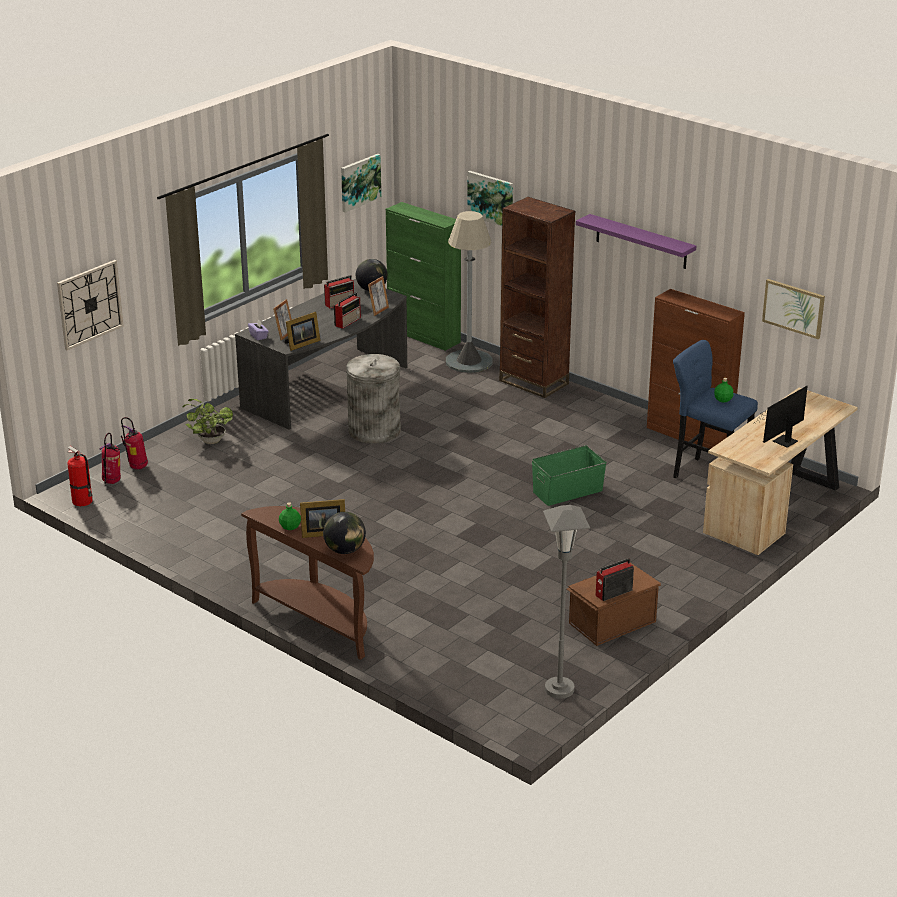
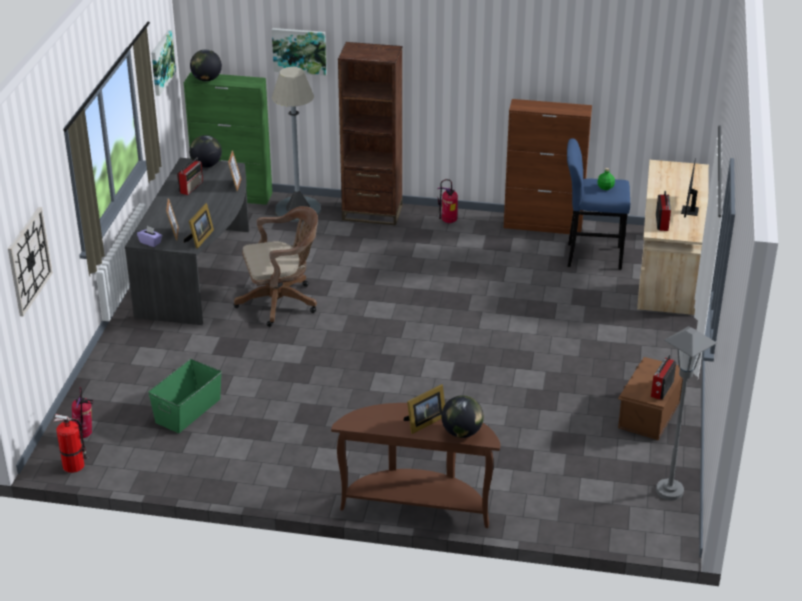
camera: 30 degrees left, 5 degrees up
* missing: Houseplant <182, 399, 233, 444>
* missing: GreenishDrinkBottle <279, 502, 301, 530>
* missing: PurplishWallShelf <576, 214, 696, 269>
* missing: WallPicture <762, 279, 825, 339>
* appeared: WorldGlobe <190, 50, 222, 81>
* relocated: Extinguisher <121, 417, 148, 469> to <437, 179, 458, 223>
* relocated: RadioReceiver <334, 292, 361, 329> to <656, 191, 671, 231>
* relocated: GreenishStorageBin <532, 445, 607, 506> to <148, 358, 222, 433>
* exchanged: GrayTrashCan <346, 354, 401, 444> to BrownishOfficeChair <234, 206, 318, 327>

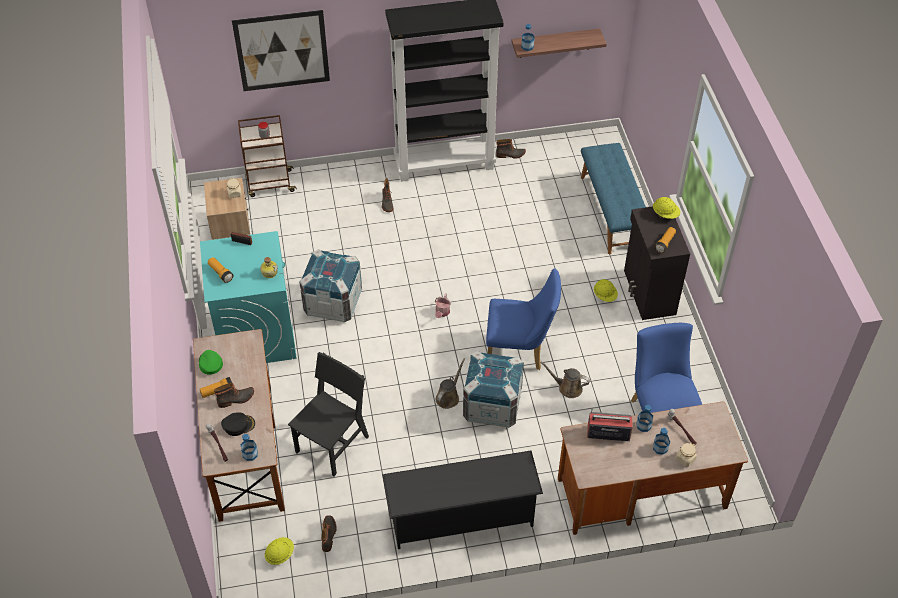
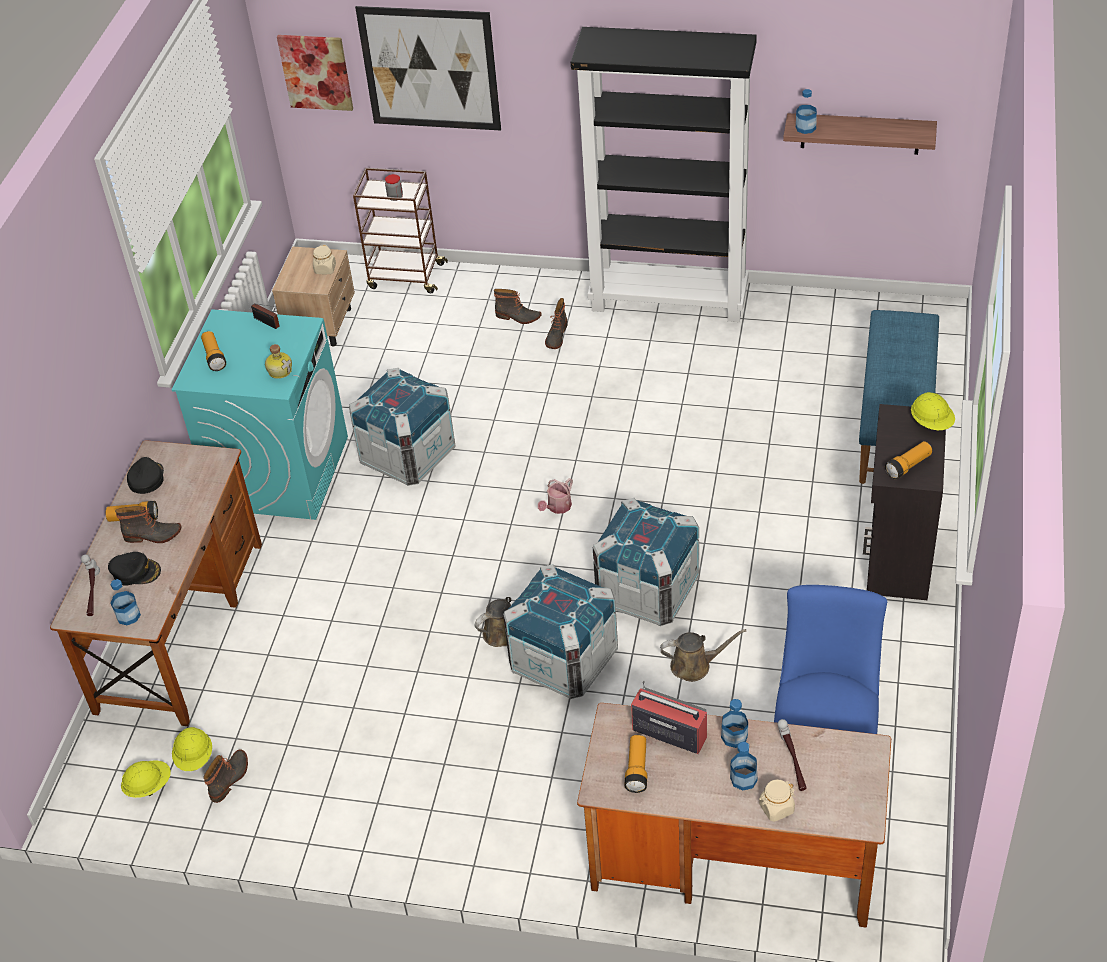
camera: 25 degrees right, 5 degrees down
* missing: BlackishPlainChair <288, 352, 369, 476>
* missing: BlackishShoeShelf <382, 451, 543, 549>
* appeared: WallPicture <277, 35, 353, 111>
* appeared: HandTorch <624, 735, 647, 793>
* relocated: Boot <496, 139, 526, 159> to <494, 289, 542, 324>
* relocated: YellowishHardHat <594, 279, 618, 302> to <172, 727, 212, 771>
* exchanged: BluePlainChair <486, 268, 561, 370> to ShippingCrate <593, 498, 699, 626>
* colour: GreenishCap <199, 350, 223, 375> to BlackishCap <127, 457, 164, 494>
* spun: BrownishSprinklingCan <540, 362, 590, 398> = <660, 629, 746, 682> 135 degrees clockwise

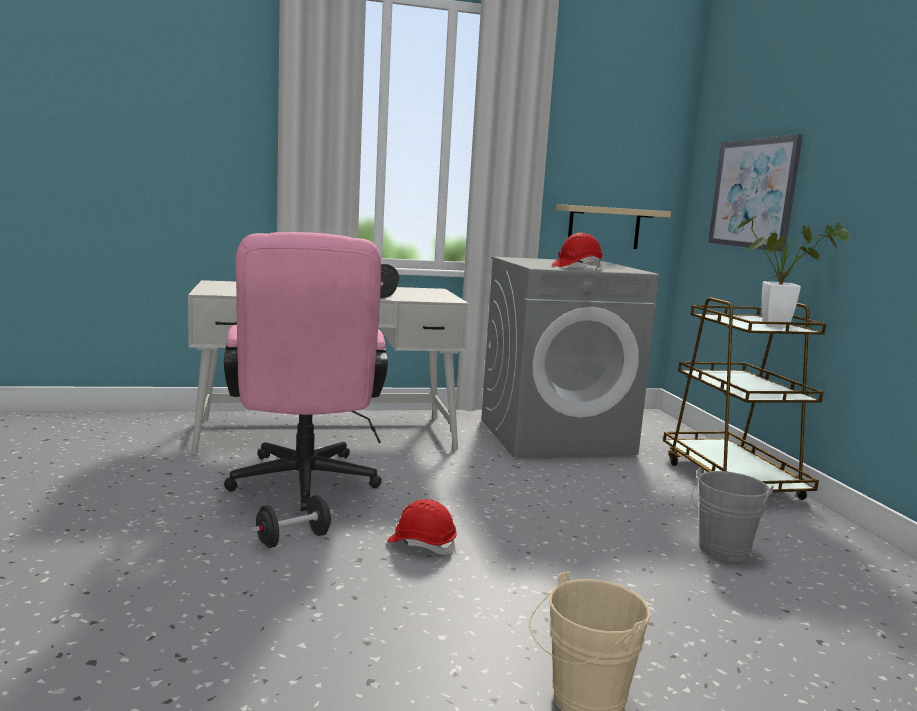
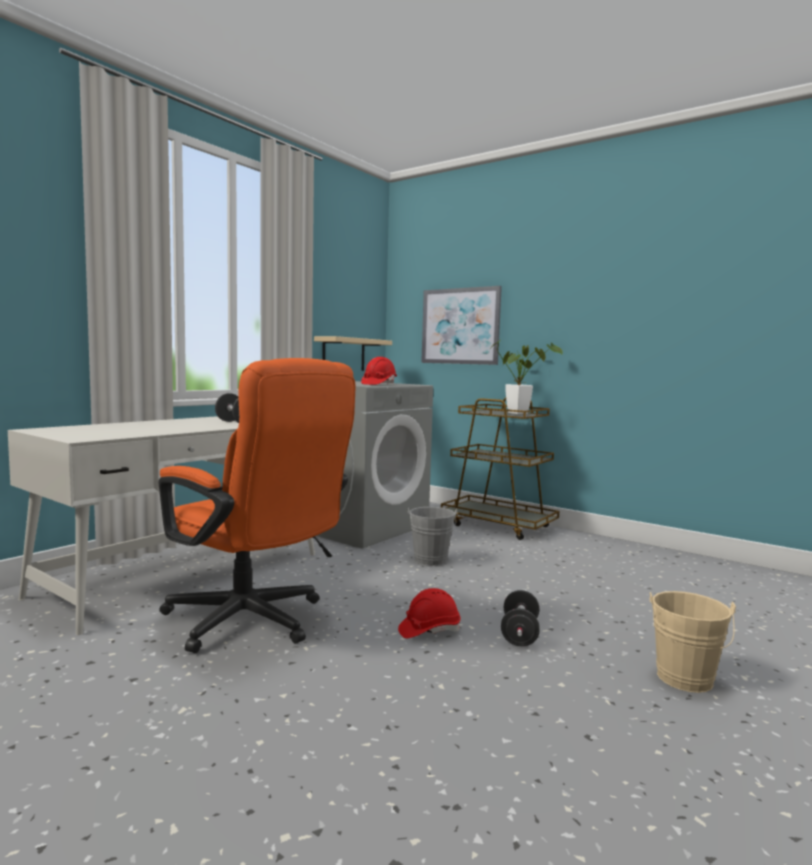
camera: 40 degrees left, 5 degrees down
* relocated: BlackishFreeWeight <251, 495, 334, 548> to <501, 590, 540, 646>
* relocated: GrayBucket <691, 467, 774, 562> to <408, 507, 457, 566>
* colour: PinkOfficeChair <224, 232, 388, 511> to OrangeOfficeChair <159, 358, 356, 653>

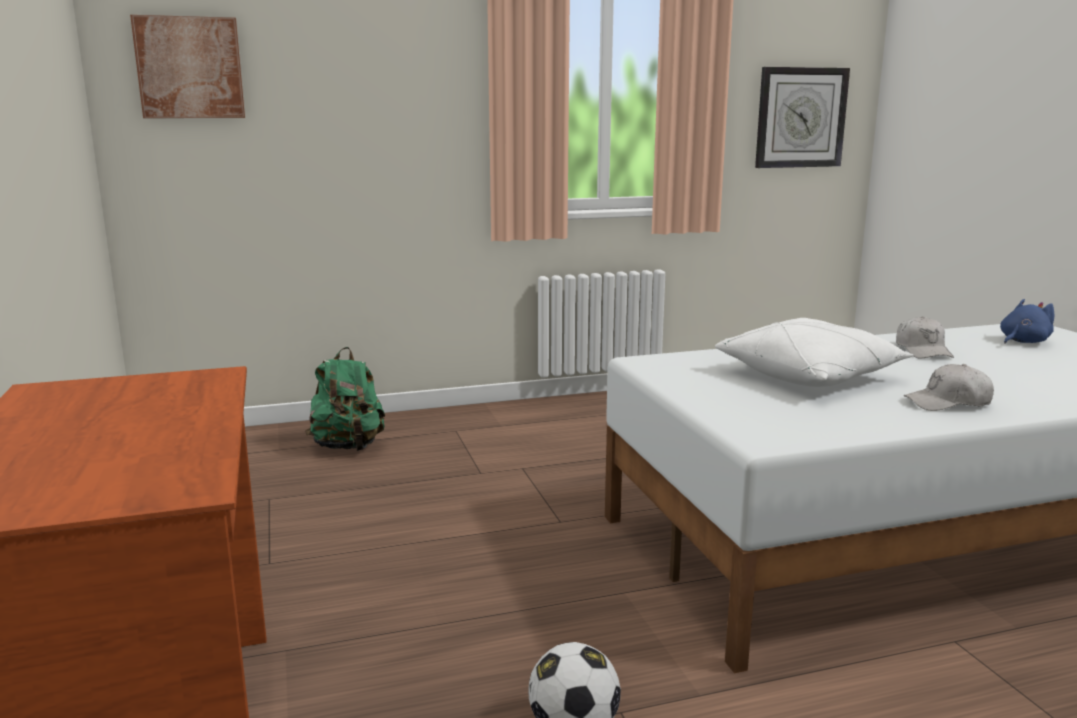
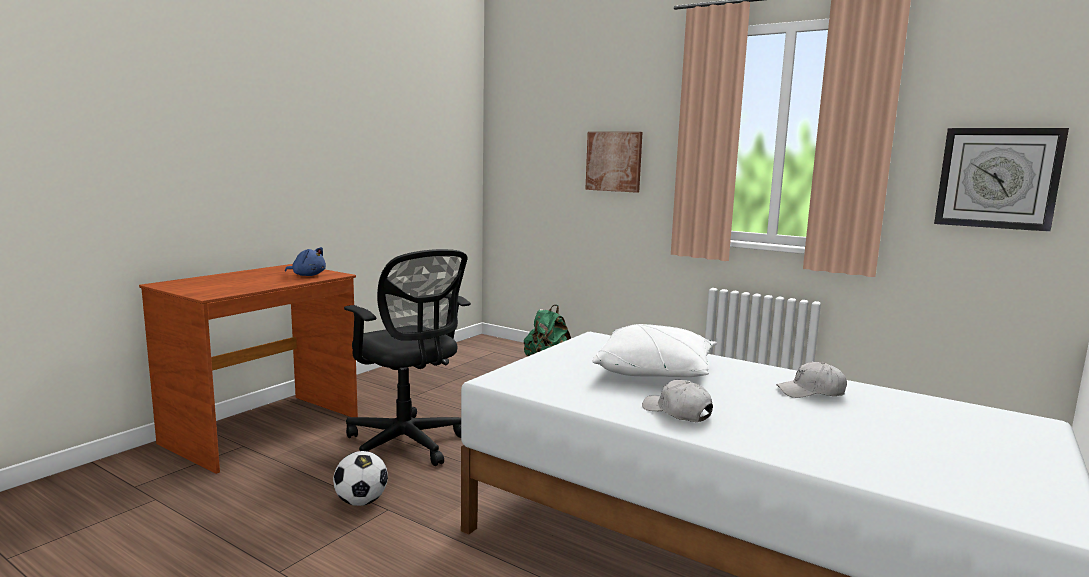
camera: 50 degrees right, 5 degrees down
* appeared: BlackishOfficeChair <344, 249, 471, 466>
* relocated: WallPicture <130, 15, 245, 118> to <585, 132, 643, 193>
* relocated: BlueSoftToy <1000, 299, 1054, 344> to <285, 247, 326, 276>
* spun: WhitishCap <896, 316, 954, 359> = <776, 361, 847, 398> 45 degrees clockwise

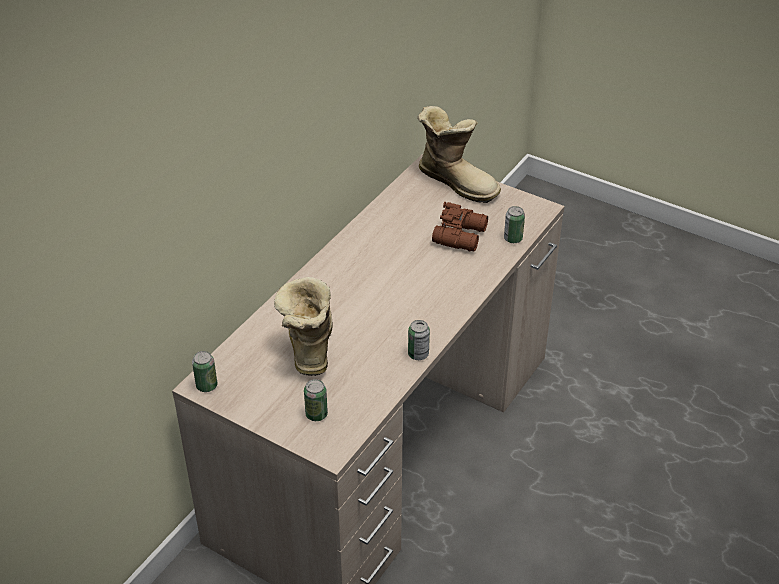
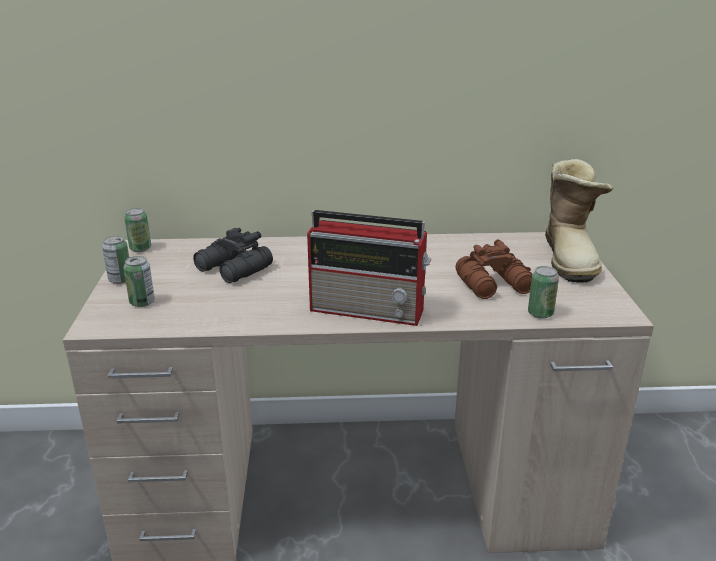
camera: 55 degrees right, 15 degrees down
* appeared: RadioReceiver <307, 210, 431, 326>
* relocated: MetalCan <408, 320, 430, 360> to <102, 236, 129, 284>
* exchanged: Boot <274, 277, 333, 376> to BlackishFieldGlasses <193, 228, 273, 283>

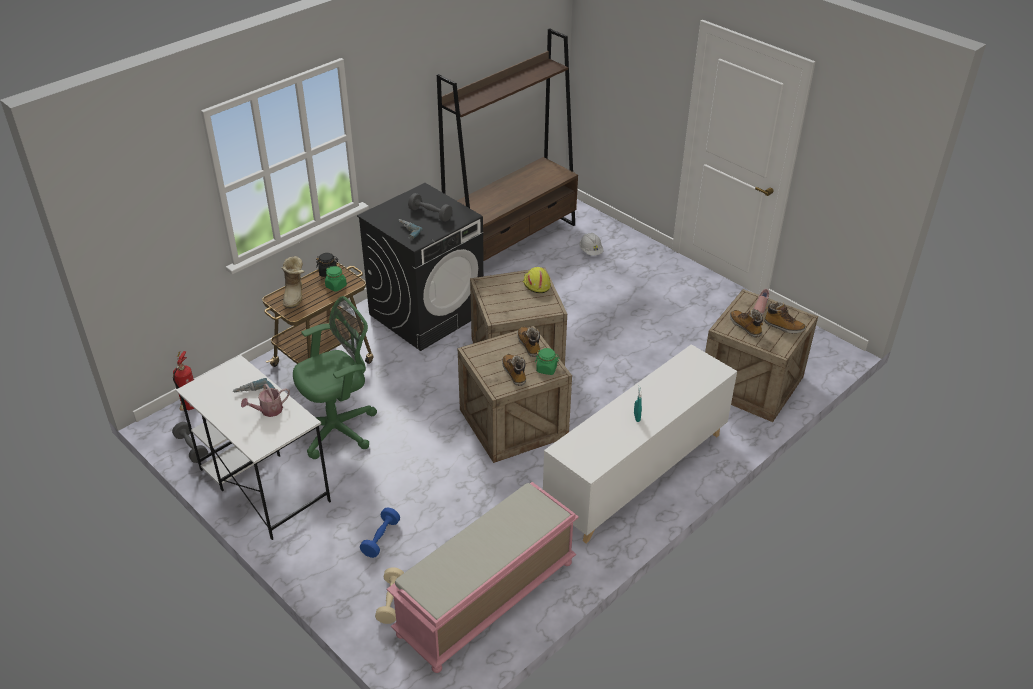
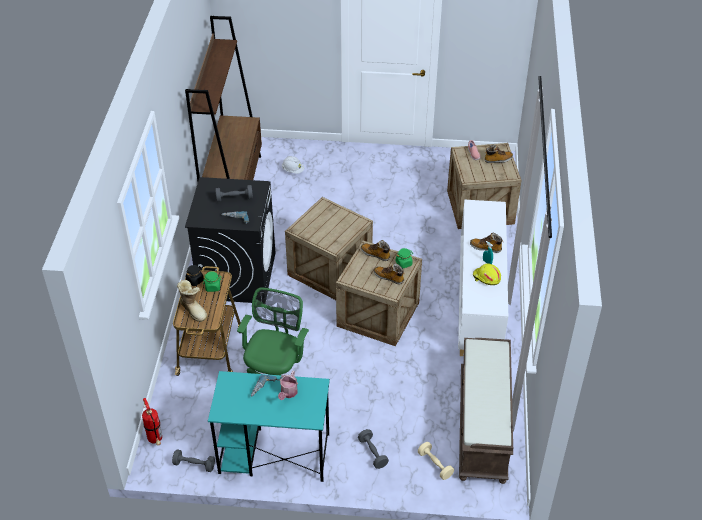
camera: 40 degrees left, 5 degrees up
* missing: BlueFreeWeight <360, 507, 400, 558>
* appeared: GrayFreeWeight <358, 429, 389, 469>
* relocated: YellowishHardHat <523, 267, 551, 293> to <473, 263, 501, 285>
* relocated: Boot <730, 309, 763, 338> to <470, 233, 503, 253>
* colour: WhitishDeskUnit <176, 355, 331, 540> to BlueGreenDeskUnit <208, 371, 330, 482>
* colour: PinkIndoorBench <386, 482, 579, 673> to BrownishIndoorBench <459, 338, 513, 484>

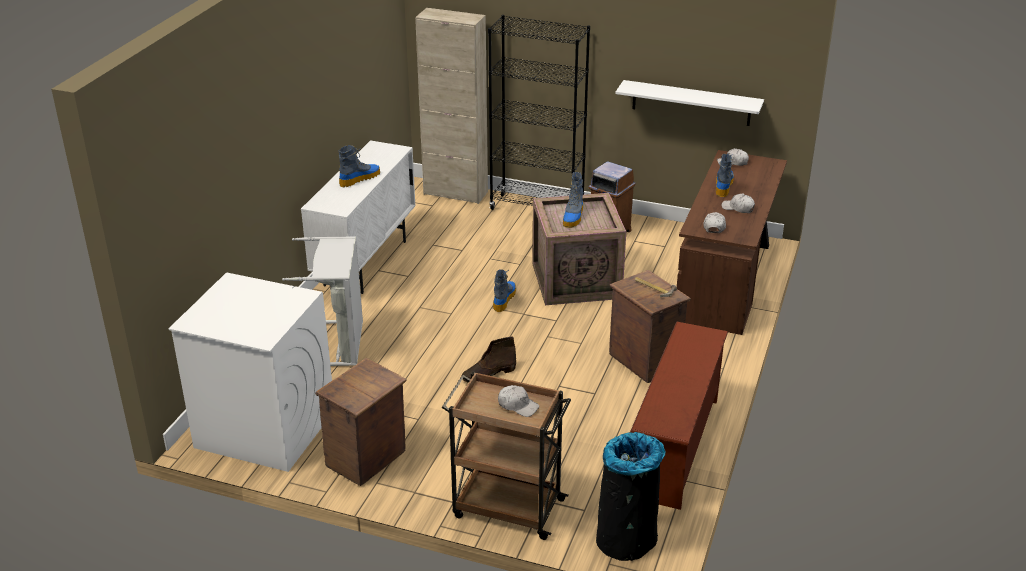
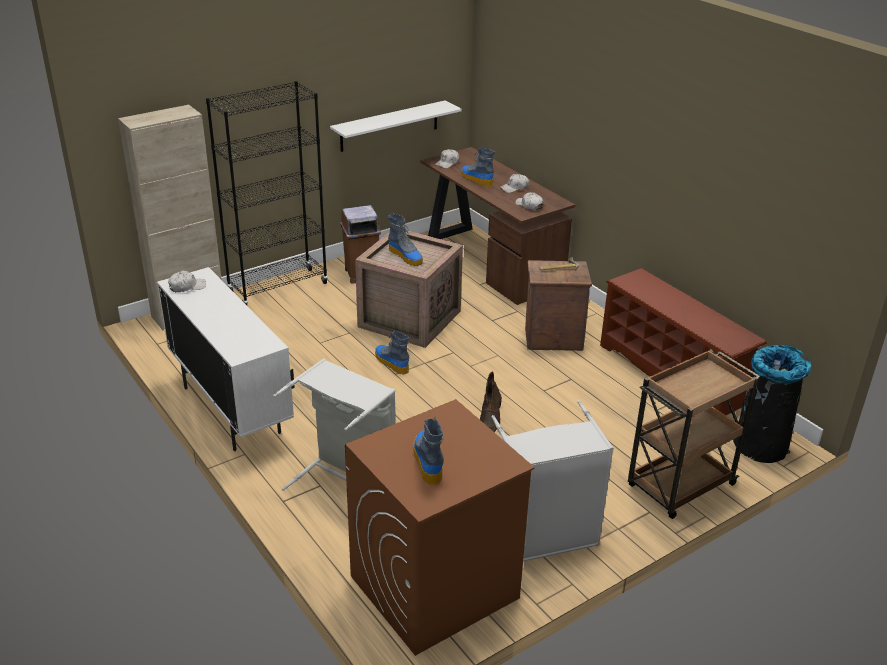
camera: 55 degrees left, 0 degrees up
* relocated: Boot <338, 145, 380, 187> to <413, 416, 444, 485>
* relocated: WhitishCap <498, 385, 540, 417> to <168, 271, 206, 292>
* exchanged: ShippingCrate <315, 358, 407, 486> to GrayWashingBasket <491, 400, 614, 562>
* colour: WhitishWashingMachine <168, 273, 332, 472> to BrownishWashingMachine <345, 399, 535, 656>

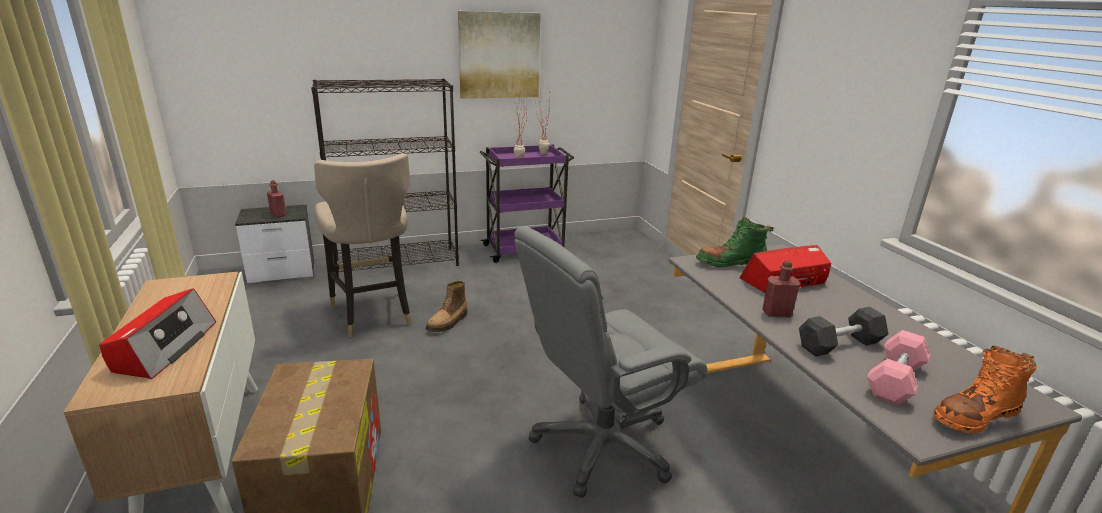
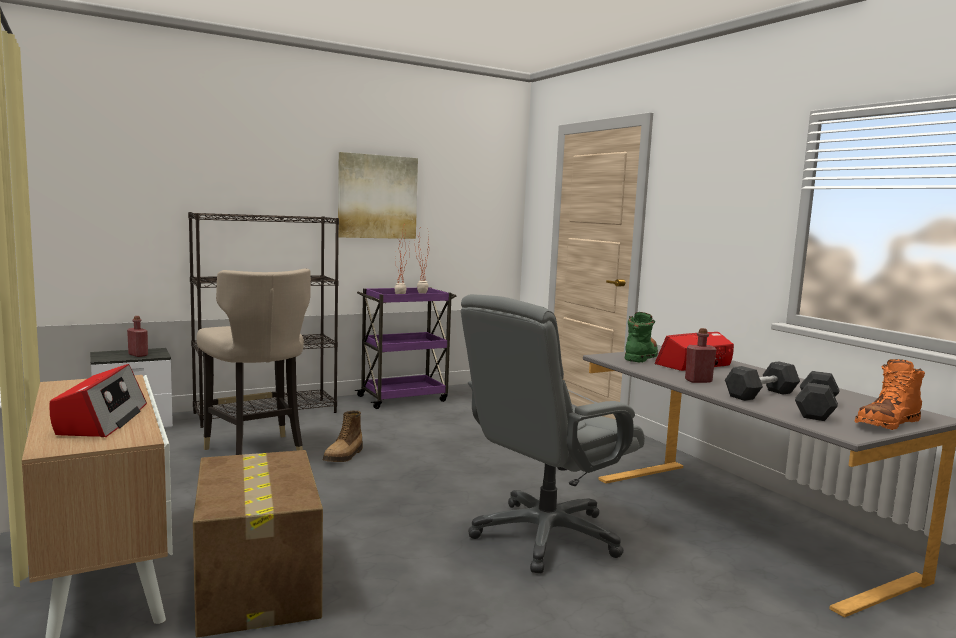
camera: 10 degrees left, 15 degrees down
* colour: PinkFreeWeight <867, 330, 931, 405> to GrayFreeWeight <795, 371, 839, 421>
* spun: GreenishBoot <696, 217, 774, 267> = <625, 312, 658, 363> 135 degrees clockwise

